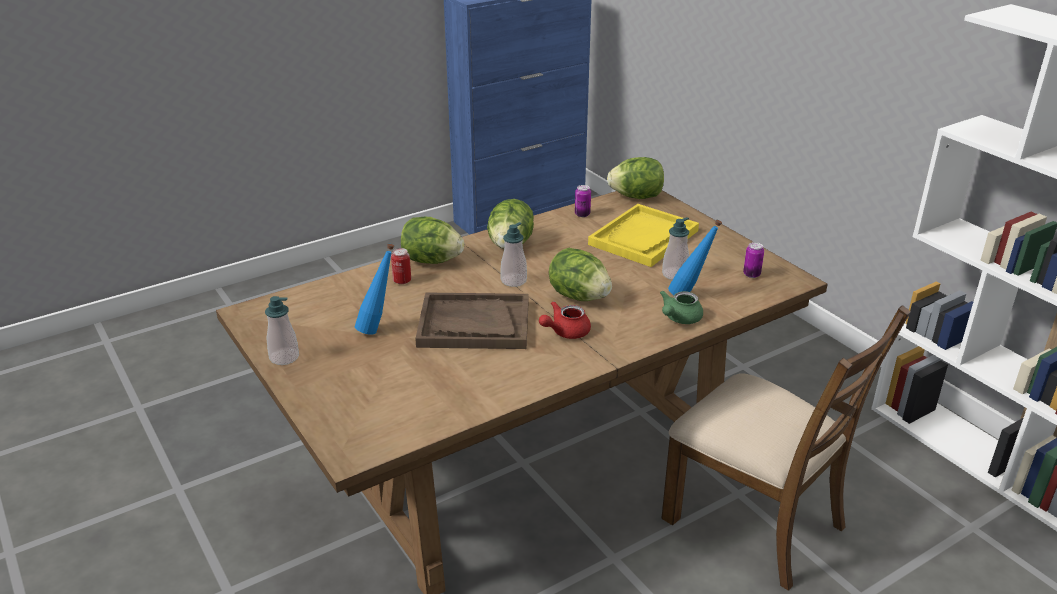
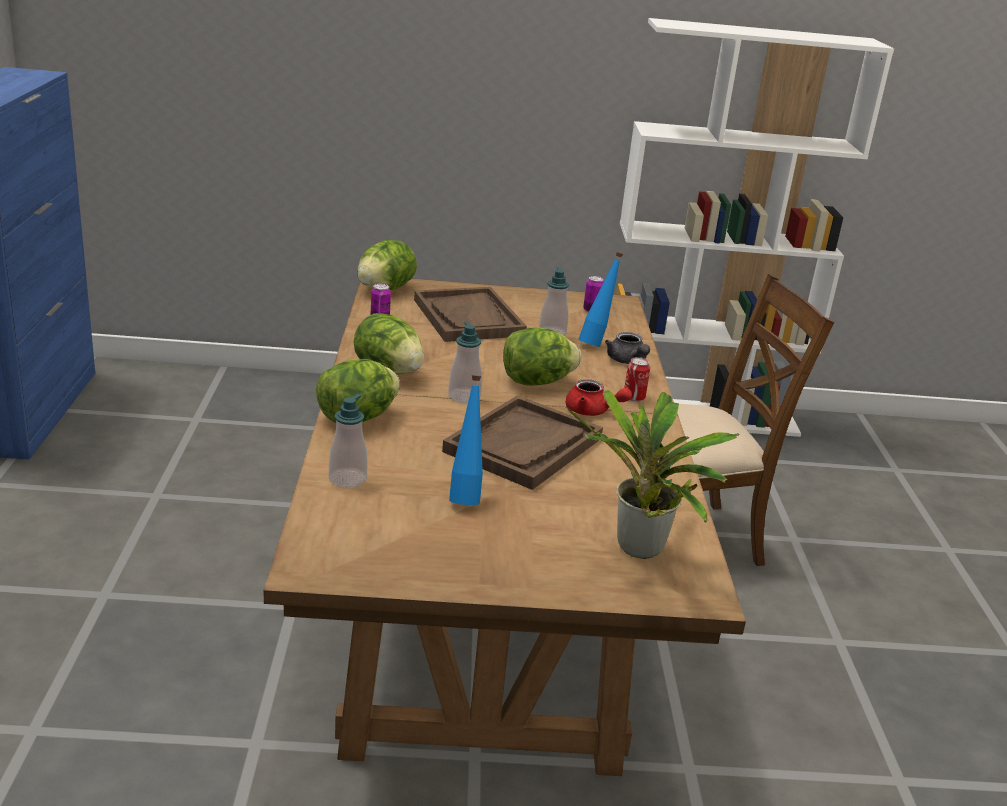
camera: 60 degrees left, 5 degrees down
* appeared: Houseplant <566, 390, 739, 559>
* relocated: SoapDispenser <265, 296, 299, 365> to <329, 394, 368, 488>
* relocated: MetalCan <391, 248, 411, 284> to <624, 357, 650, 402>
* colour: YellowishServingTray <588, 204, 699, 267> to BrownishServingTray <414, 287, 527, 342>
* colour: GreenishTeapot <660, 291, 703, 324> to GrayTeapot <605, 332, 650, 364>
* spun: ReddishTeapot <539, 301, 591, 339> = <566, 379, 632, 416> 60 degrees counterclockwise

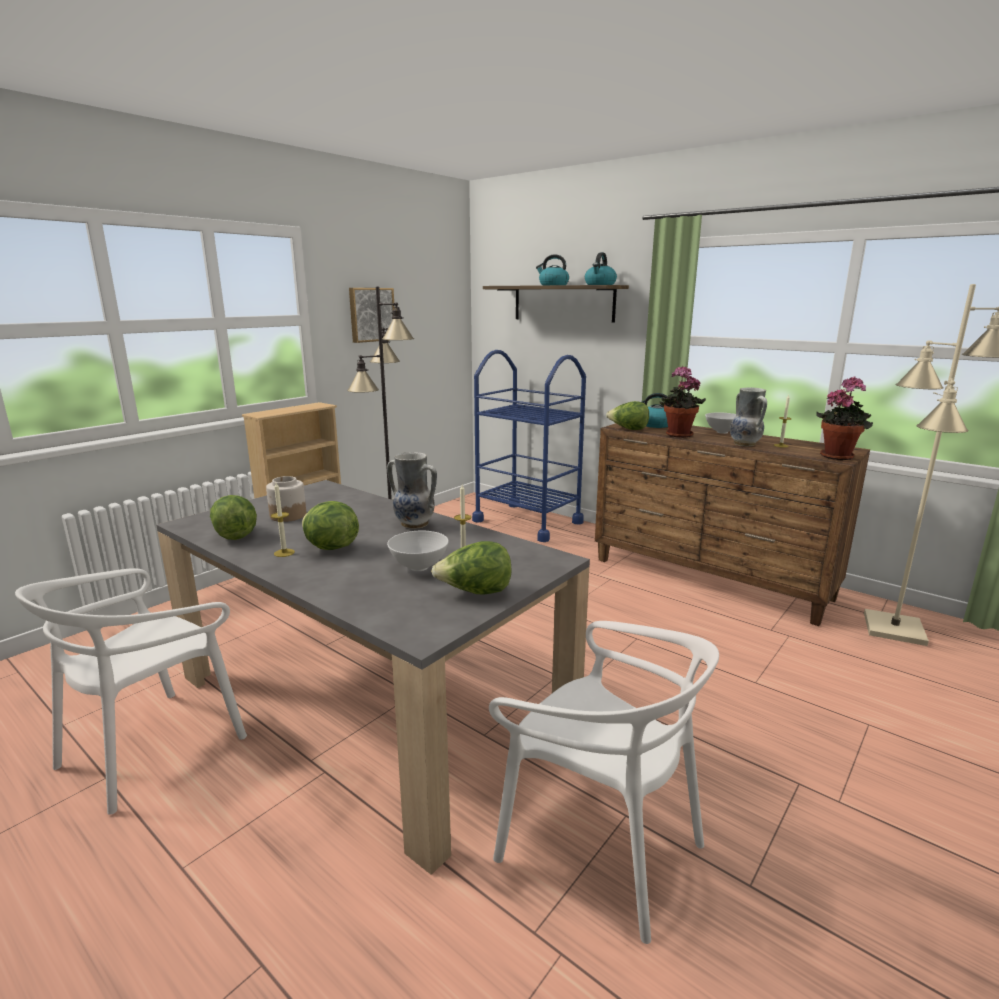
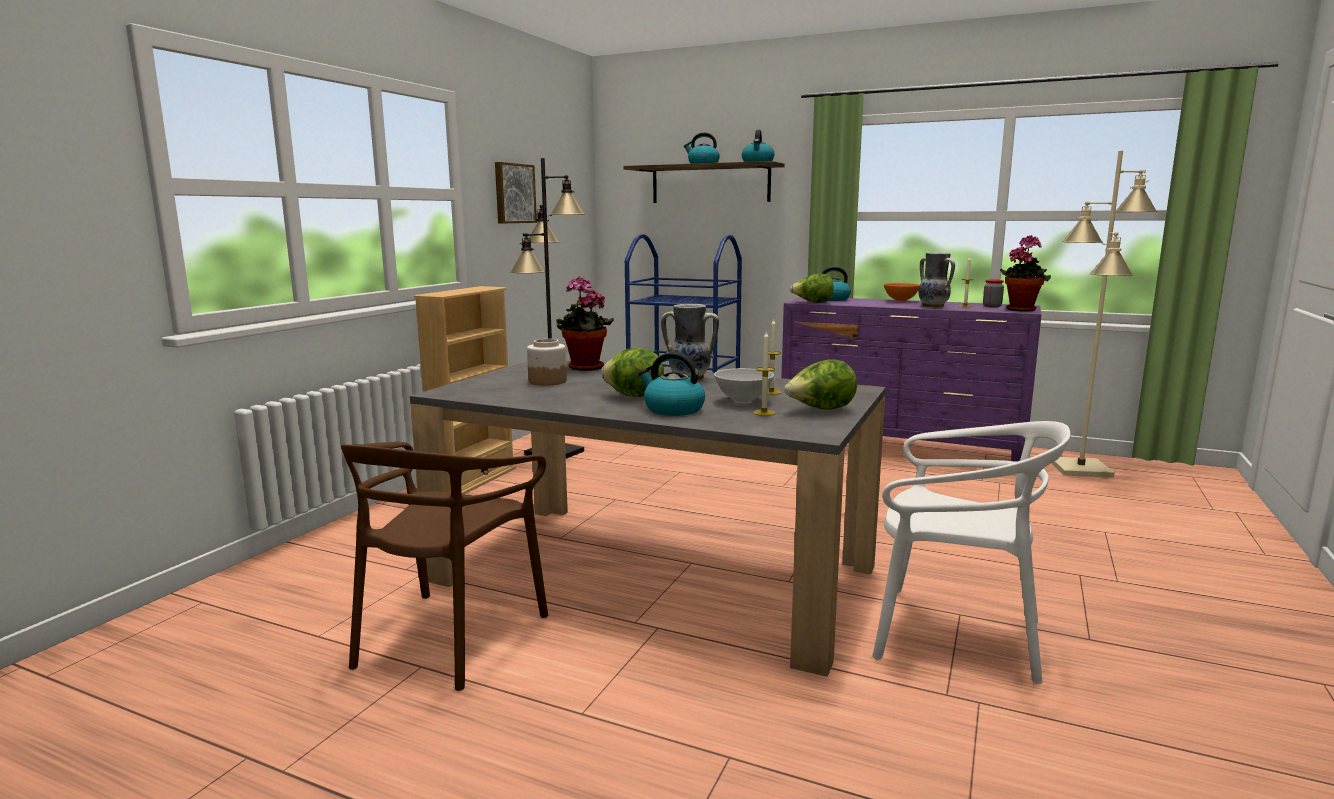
camera: 15 degrees left, 5 degrees down
* missing: HeadOfLettuce <210, 495, 257, 540>
* appeared: TeaKettle <638, 352, 705, 416>
* appeared: PreserveJar <983, 279, 1004, 307>
* relocated: WaxCandle <271, 483, 295, 557> to <753, 331, 775, 416>
* relocated: Houseplant <660, 366, 706, 438> to <556, 277, 614, 371>
* colour: WhitishPlainChair <15, 568, 247, 815> to BrownishPlainChair <341, 442, 548, 691>
* colour: BrownishDresser <595, 423, 870, 626> to PurplishDresser <781, 297, 1042, 462>
* colour: WhitishDeepDish <705, 413, 736, 434> to OrangeDeepDish <884, 283, 920, 302>

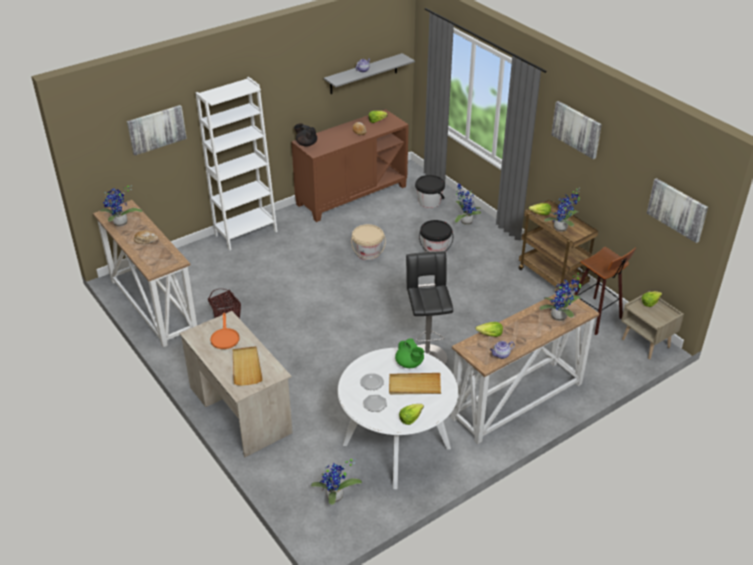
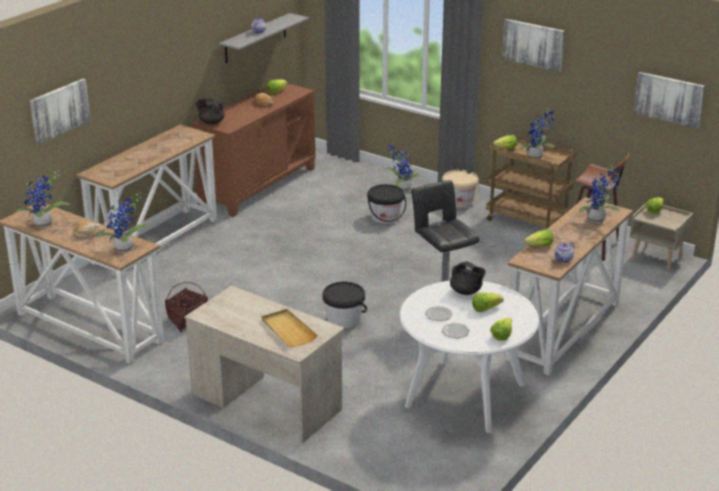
camera: 20 degrees left, 10 degrees down
* missing: OrangeFryingPan <210, 313, 240, 349>
* relocated: Houseplant <311, 459, 362, 505> to <96, 193, 151, 253>
* relocated: BeigeColouredBucket <351, 224, 386, 260> to <442, 170, 479, 208>
* relocated: BlackishBucket <415, 175, 445, 208> to <322, 282, 367, 329>
* exchanged: WhitishShelvingUnit <196, 77, 277, 250> to NarrowTable <76, 124, 217, 265>
* exchanged: BeigeColouredServingTray <389, 373, 441, 395> to HeadOfLettuce <472, 293, 504, 312>
* colour: GreenishTeapot <395, 338, 424, 368> to BlackishTeapot <450, 261, 486, 295>

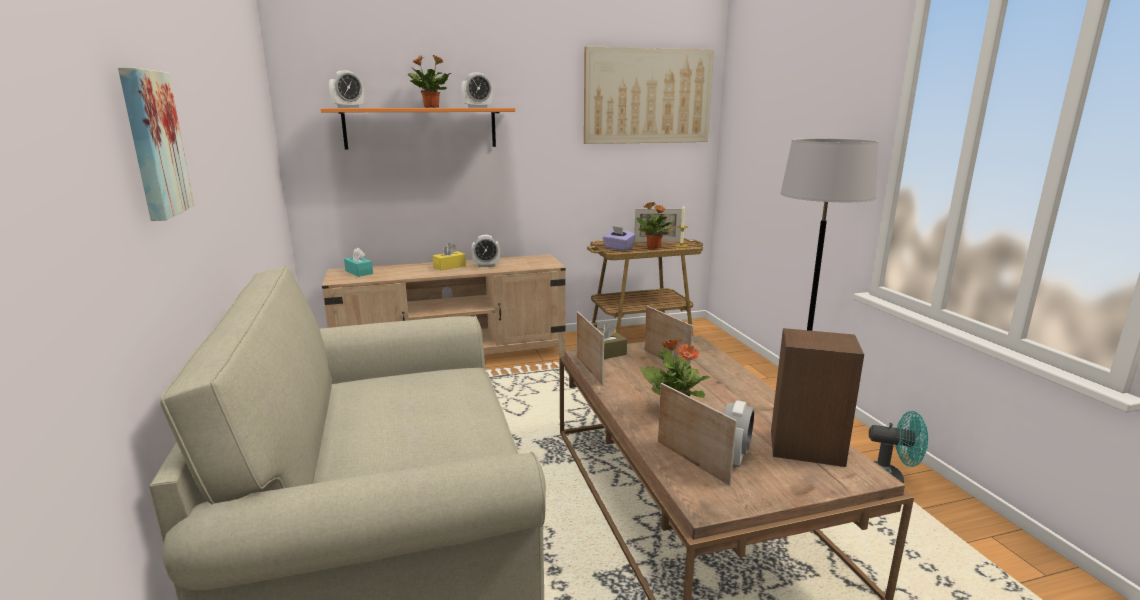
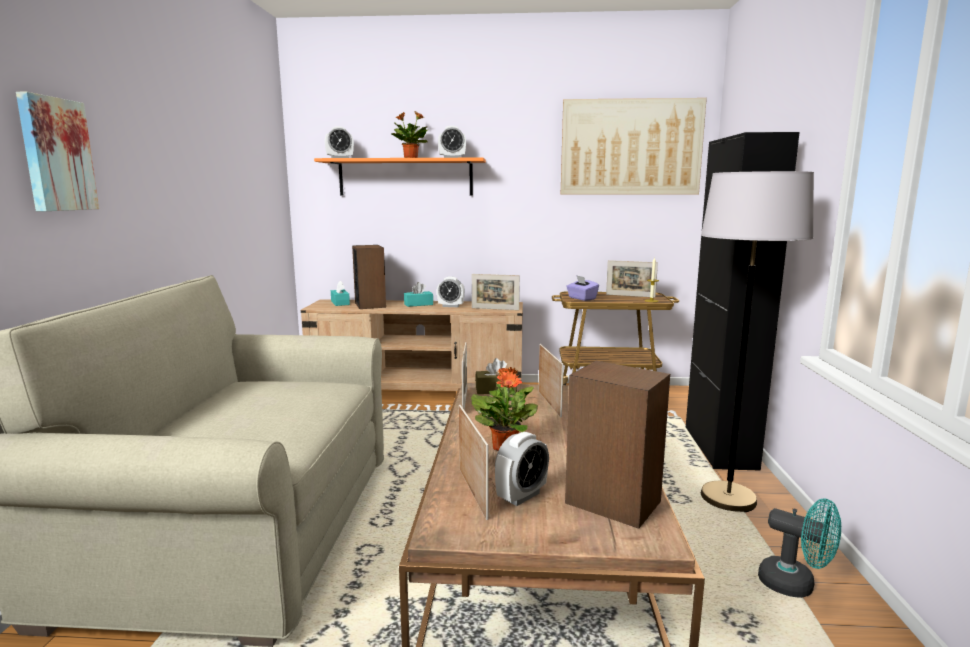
camera: 20 degrees right, 5 degrees down
* missing: Houseplant <636, 202, 675, 249>
* appeared: AudioSpeaker <352, 245, 386, 309>
* appeared: PictureFrame <472, 274, 520, 310>
* appeared: BlackishCupboard <686, 132, 800, 471>
* colour: YellowishBoxOfTissues <433, 243, 466, 270> to BlueGreenBoxOfTissues <404, 282, 433, 307>

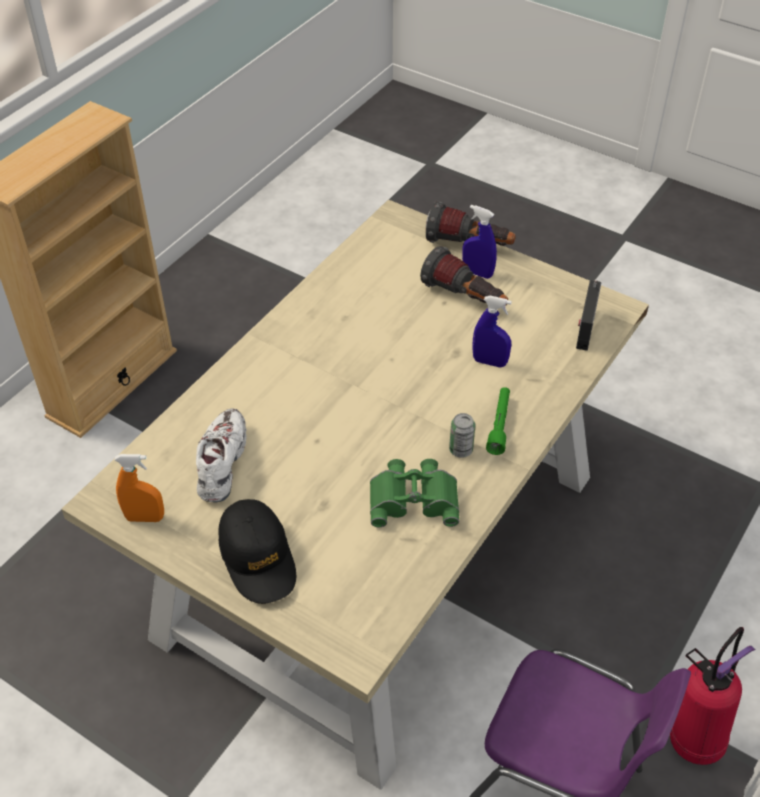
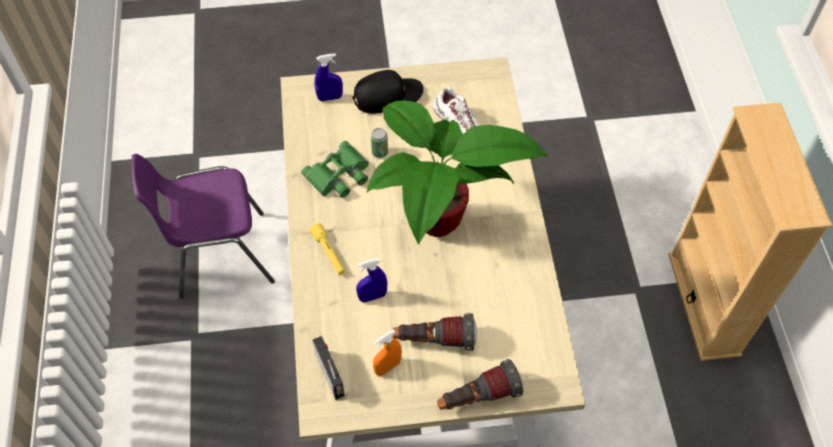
camera: 140 degrees right, 10 degrees up
* missing: Extinguisher <670, 627, 756, 765>
* appeared: Houseplant <367, 100, 549, 245>
* relocated: OrangeSprayBottle <115, 454, 164, 522> to <373, 329, 402, 376>
* relocated: MetalCan <449, 413, 475, 458> to <371, 128, 388, 158>
* relocated: BlueSprayBottle <462, 205, 497, 279> to <315, 53, 343, 101>
* colour: GreenishHandTorch <486, 387, 510, 455> to YellowishHandTorch <310, 223, 345, 275>
* spun: BlackishCap <219, 499, 296, 604> = <352, 70, 423, 114> 135 degrees clockwise

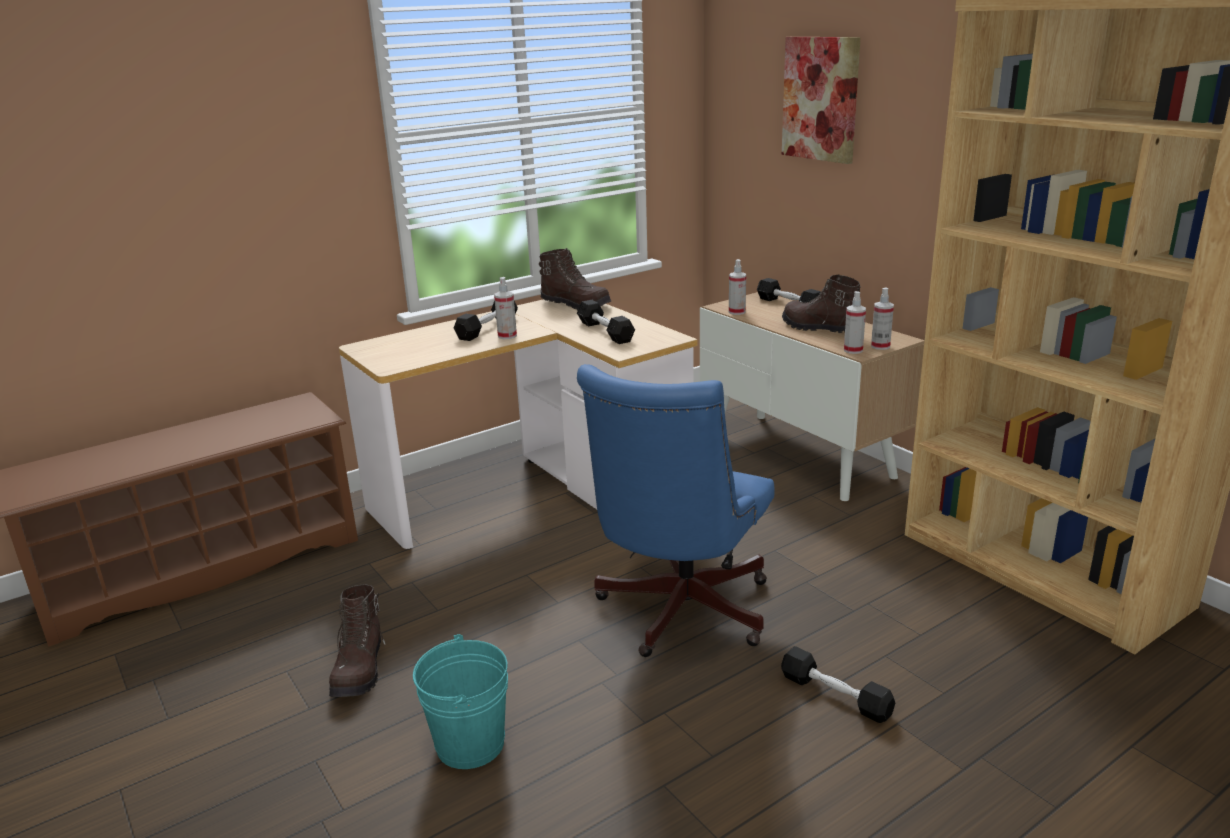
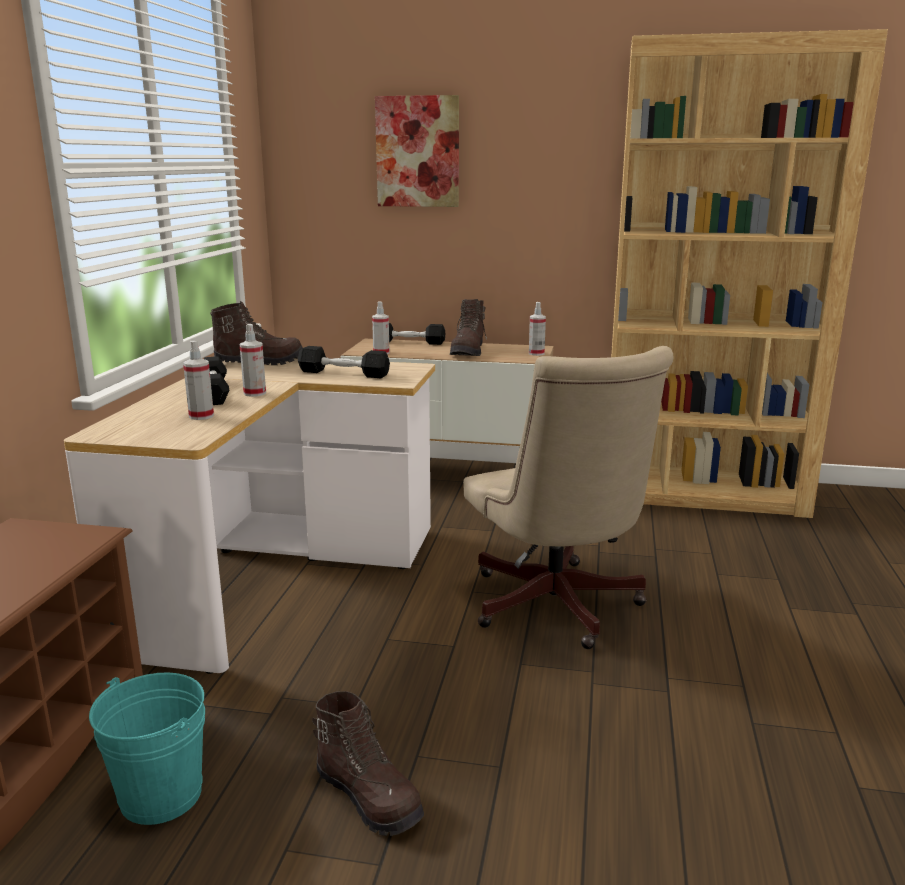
camera: 45 degrees left, 5 degrees down
* missing: BlackishFreeWeight <781, 646, 895, 723>
* relocated: BlueGreenBucket <413, 634, 508, 769> to <89, 672, 205, 825>
* relocated: SprayBottle <844, 291, 866, 354> to <183, 341, 214, 420>
* colour: BlueOfficeChair <577, 364, 775, 657> to BeigeColouredOfficeChair <463, 346, 674, 649>
* spun: BrownishBoot <782, 275, 861, 333> = <450, 299, 487, 356> 75 degrees counterclockwise

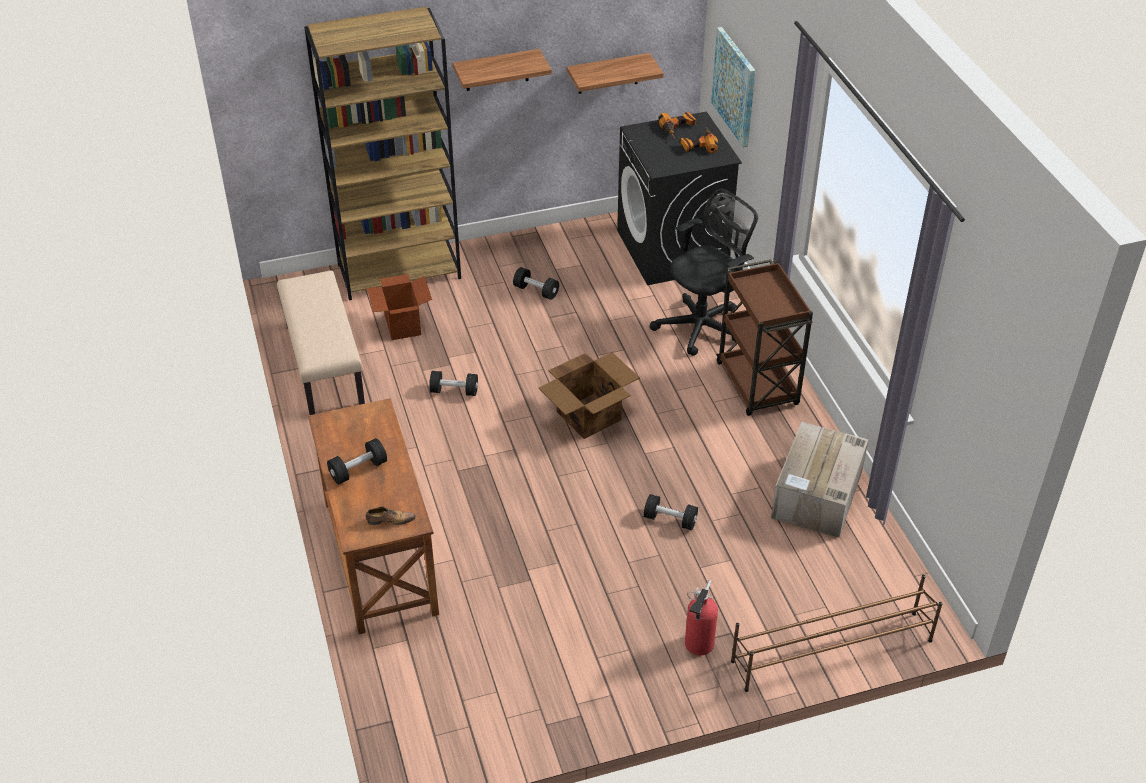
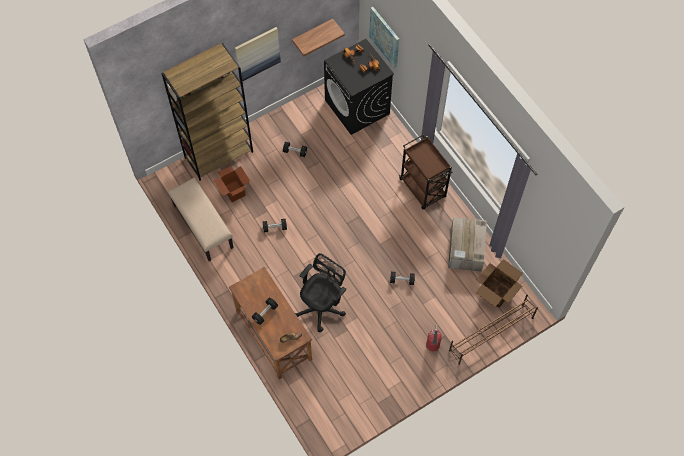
camera: 15 degrees left, 20 degrees up
* relocated: CardboardBox <539, 352, 640, 439> to <476, 259, 523, 308>
* relocated: BlackishOfficeChair <649, 188, 758, 356> to <295, 253, 347, 332>
* exchanged: WallShelf <453, 49, 552, 91> to WallPicture <235, 27, 281, 82>

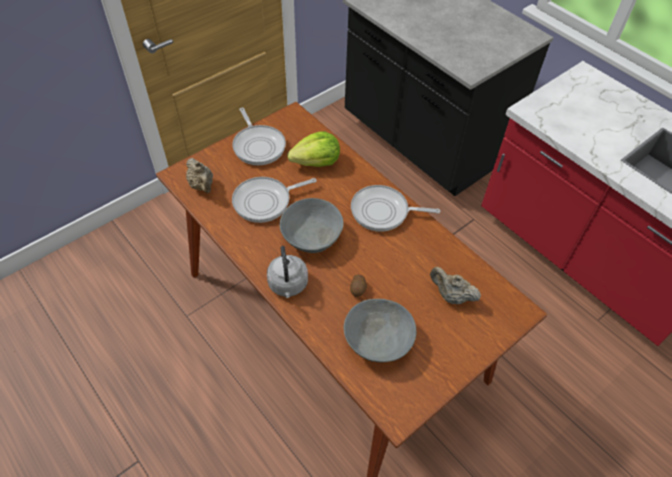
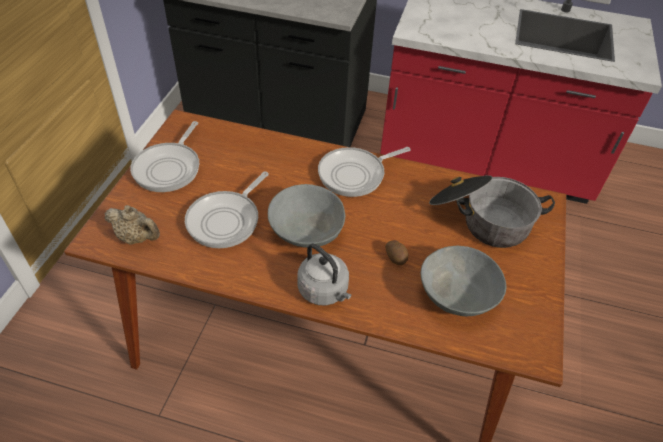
camera: 35 degrees left, 5 degrees down
* missing: HeadOfLettuce <287, 131, 340, 167>
* exchanged: BeigeColouredTeapot <430, 267, 481, 304> to Saucepot <429, 175, 555, 248>
* spun: FryingPan <232, 108, 286, 165> = <130, 121, 199, 192> 75 degrees clockwise

